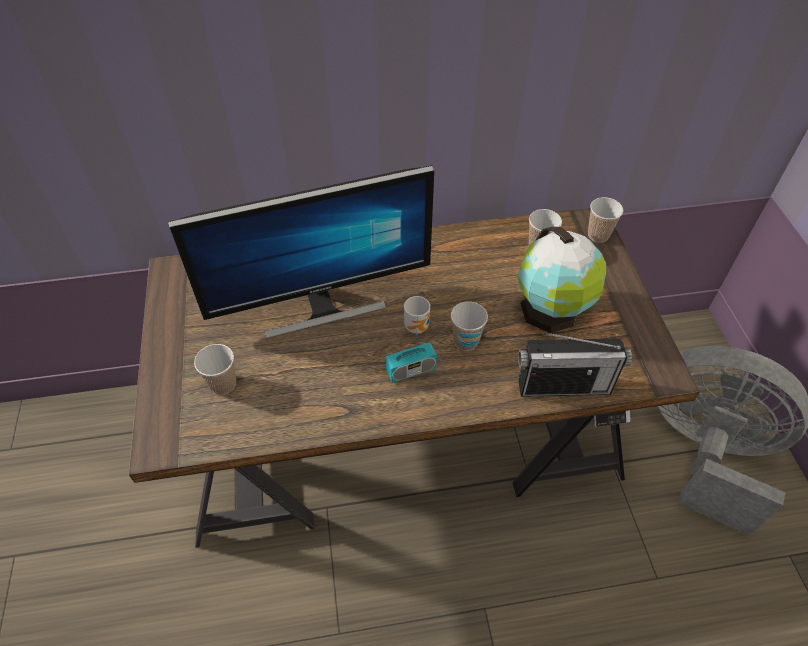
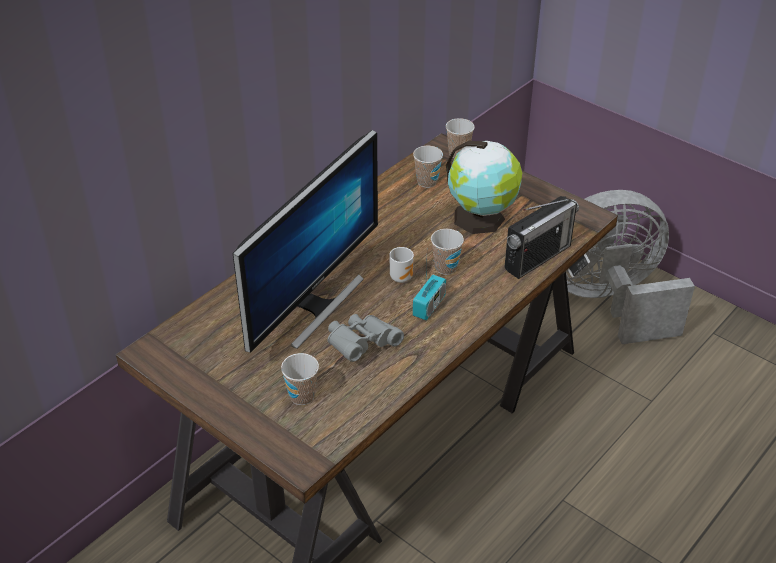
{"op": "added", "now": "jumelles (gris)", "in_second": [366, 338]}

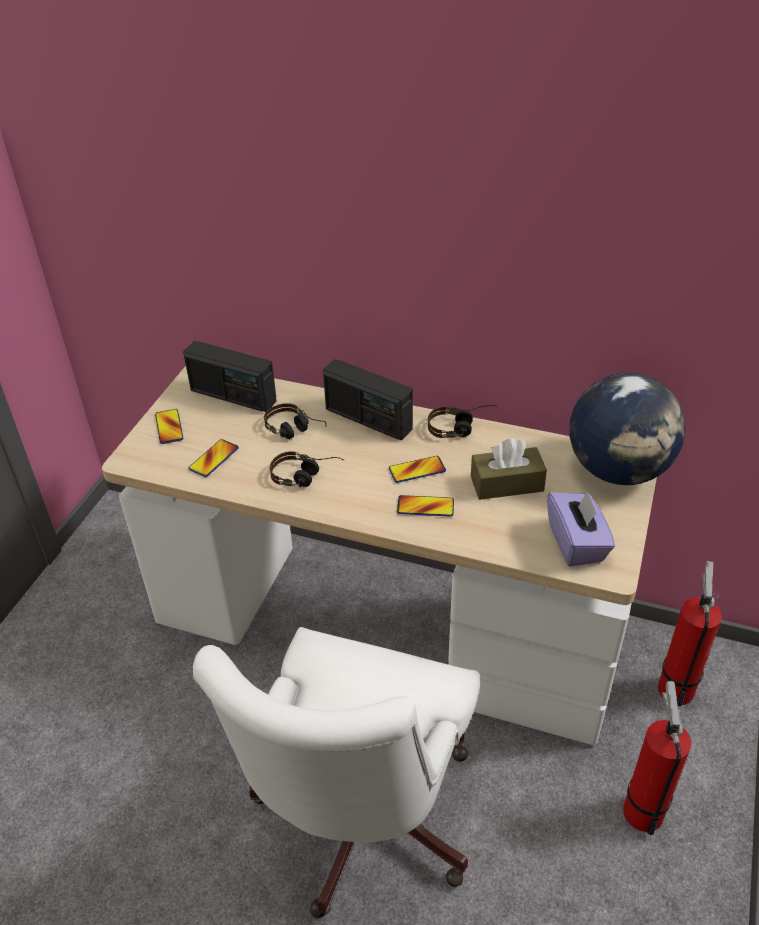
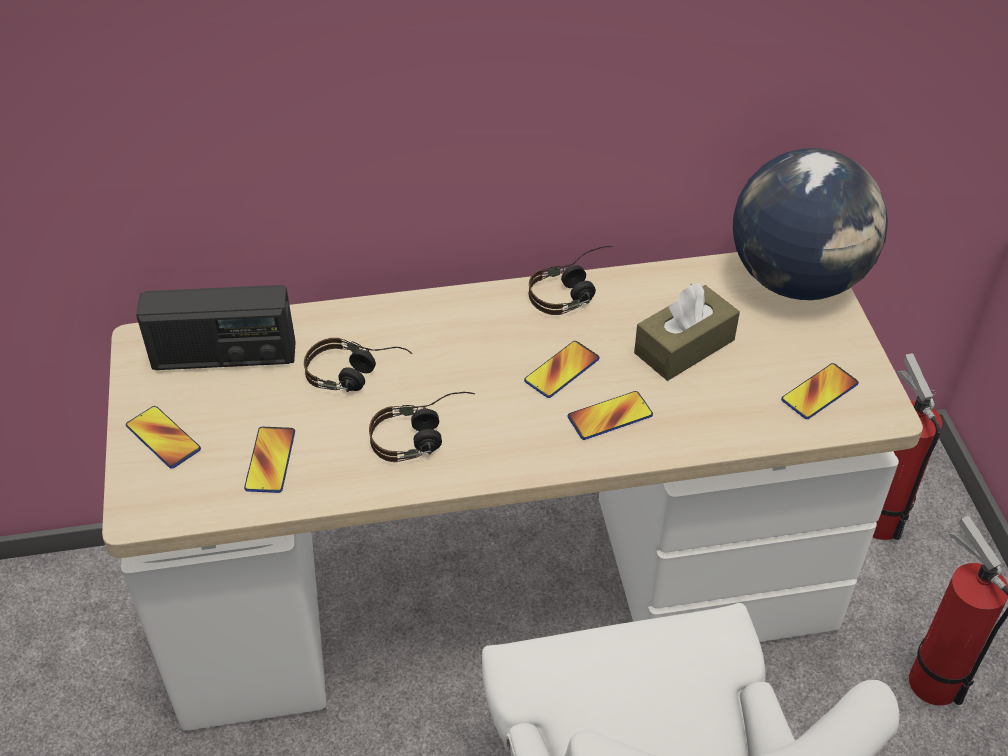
{"op": "removed", "was": "radio", "in_first": [368, 399]}
{"op": "replaced", "was": "boîte à mouchoirs (violet)", "now": "téléphone", "in_first": [581, 528], "in_second": [820, 391]}

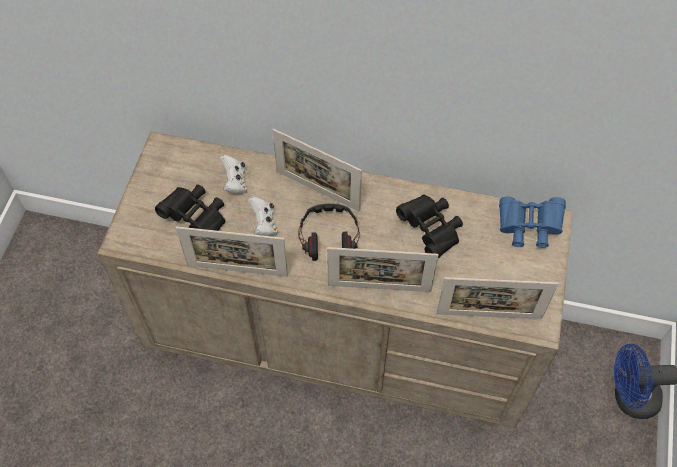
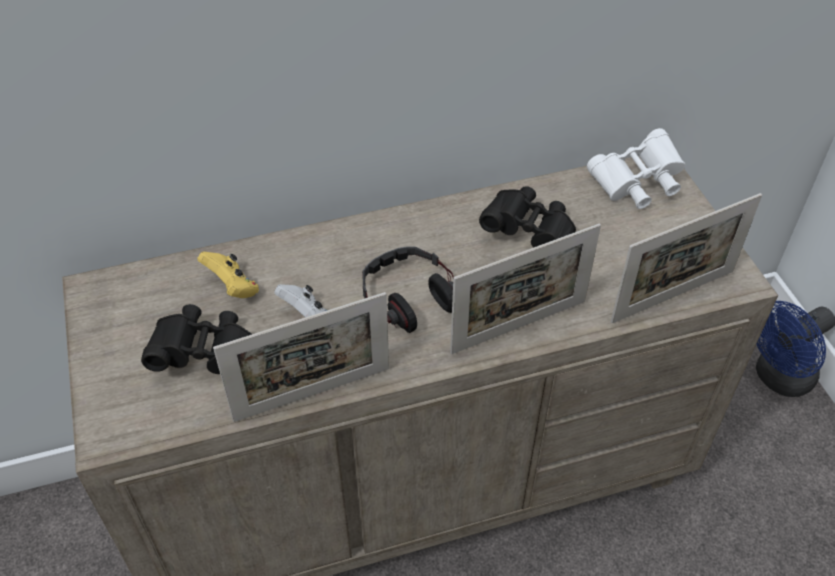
{"op": "removed", "was": "cadre photo", "in_first": [317, 170]}
{"op": "recoloured", "was": "manette (blanc)", "now": "manette (jaune)", "in_first": [234, 174], "in_second": [228, 275]}
{"op": "recoloured", "was": "jumelles (bleu)", "now": "jumelles (blanc)", "in_first": [532, 222], "in_second": [636, 168]}

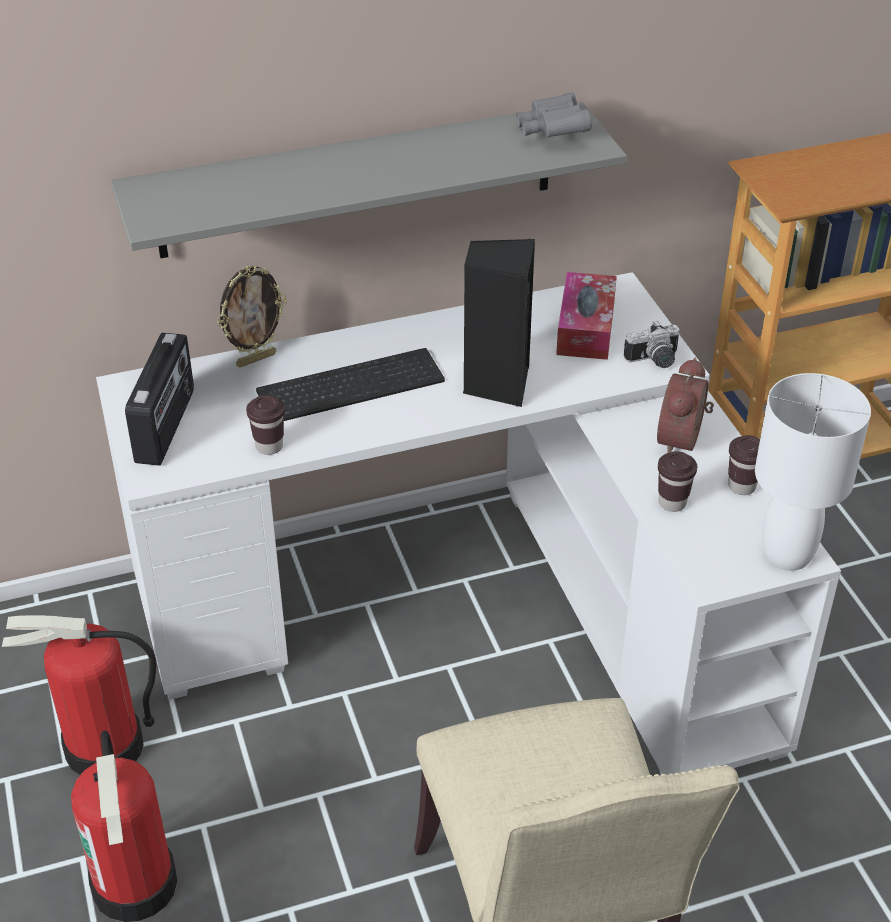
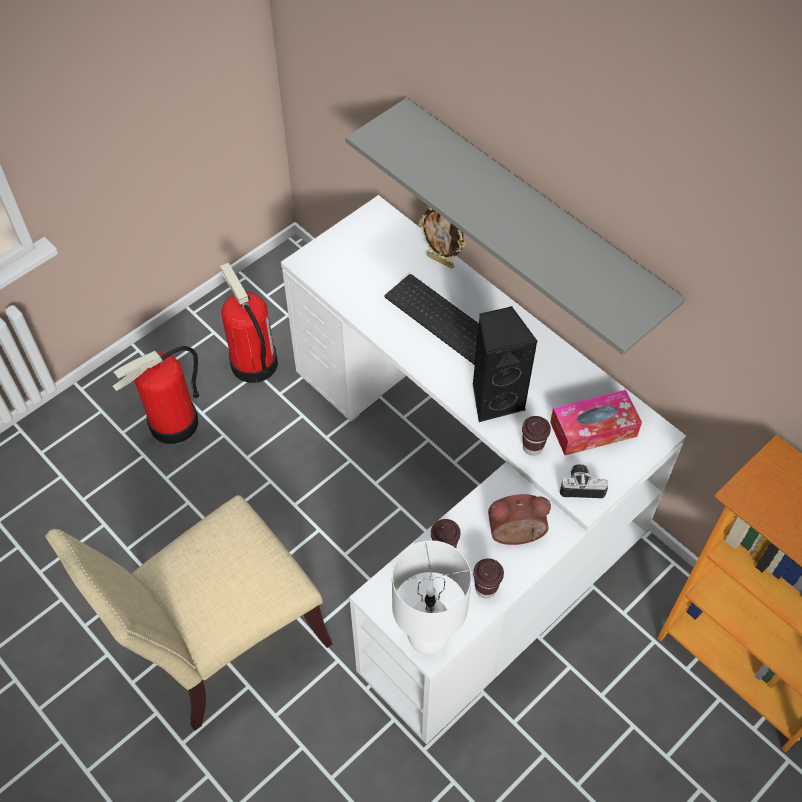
{"op": "removed", "was": "radio", "in_first": [159, 399]}
{"op": "removed", "was": "jumelles (gris)", "in_first": [554, 115]}
{"op": "moved", "was": "tasse (marron)", "in_first": [265, 425], "in_second": [536, 436]}
{"op": "turned", "was": "appareil photo", "in_first": [651, 344], "in_second": [584, 481], "clockwise": 135}

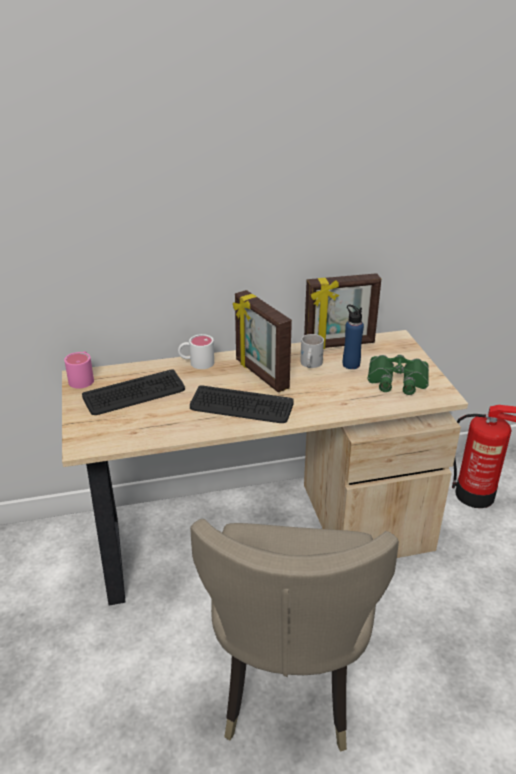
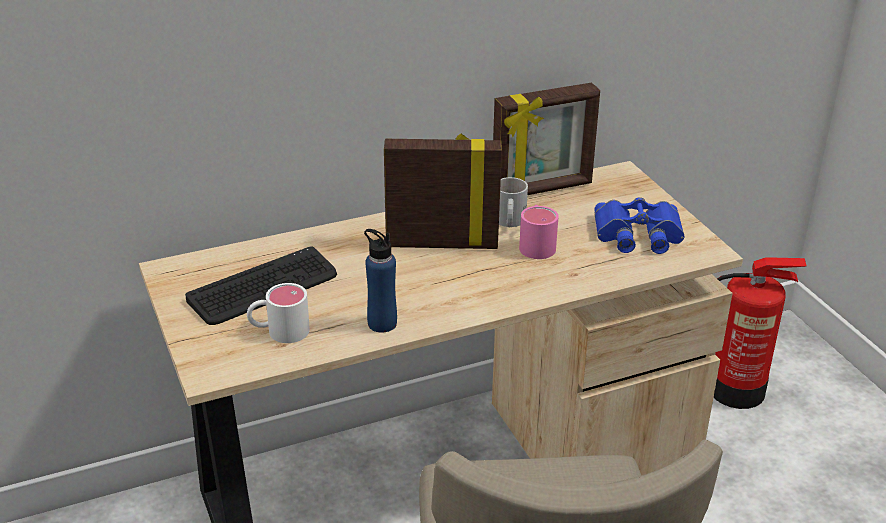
{"op": "removed", "was": "clavier", "in_first": [242, 404]}
{"op": "moved", "was": "mug (rose)", "in_first": [79, 369], "in_second": [539, 232]}
{"op": "moved", "was": "mug (blanc)", "in_first": [196, 351], "in_second": [278, 313]}
{"op": "moved", "was": "bouteille (bleu)", "in_first": [353, 337], "in_second": [380, 281]}
{"op": "recoloured", "was": "jumelles (vert)", "now": "jumelles (bleu)", "in_first": [398, 375], "in_second": [639, 225]}
{"op": "turned", "was": "cadre photo", "in_first": [262, 341], "in_second": [443, 191], "clockwise": 135}

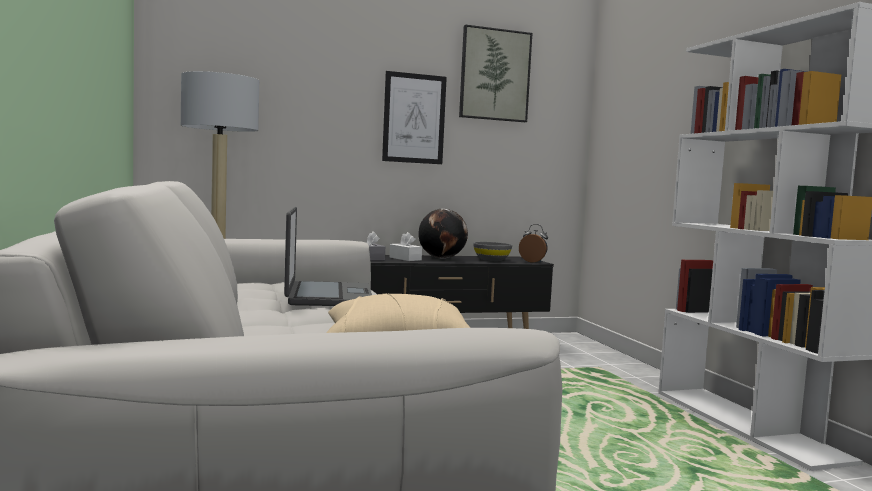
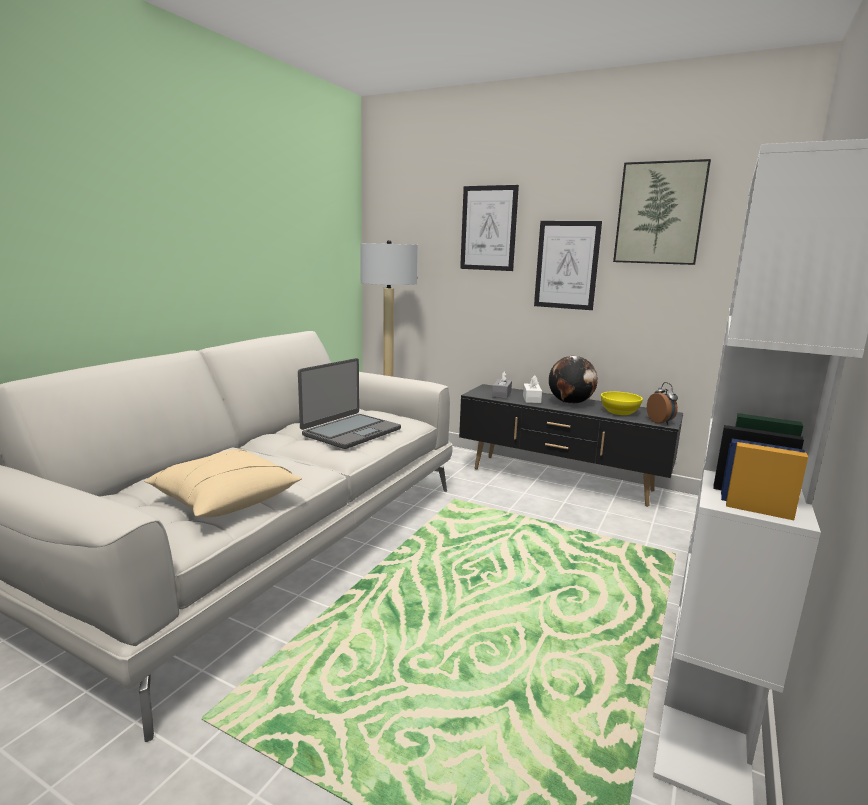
{"op": "added", "now": "tableau", "in_second": [489, 228]}
{"op": "recoloured", "was": "bol (gris)", "now": "bol (jaune)", "in_first": [492, 251], "in_second": [622, 403]}

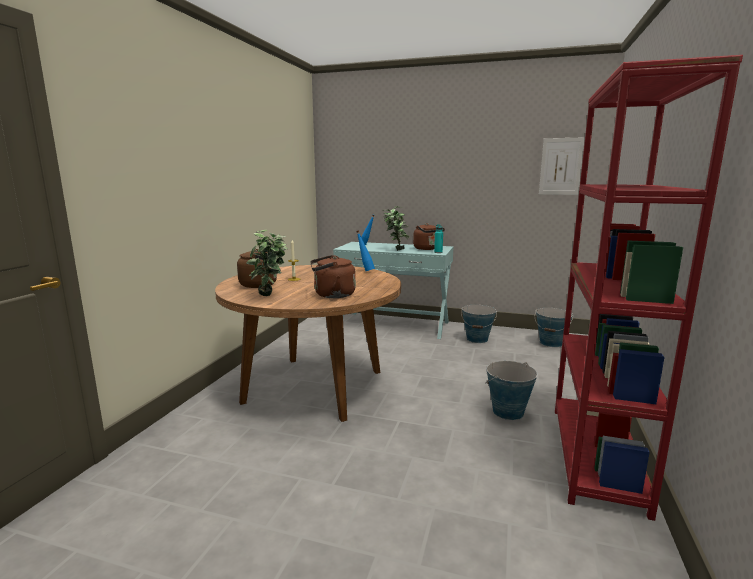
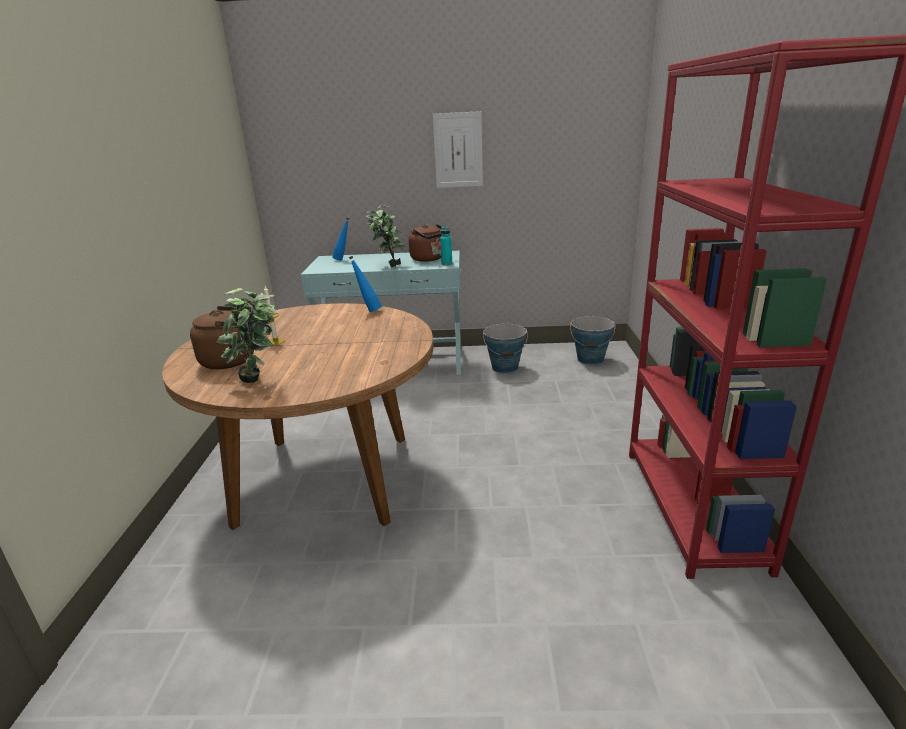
{"op": "removed", "was": "bouilloire (marron)", "in_first": [333, 276]}
{"op": "removed", "was": "seau", "in_first": [511, 390]}
{"op": "moved", "was": "tableau", "in_first": [562, 166], "in_second": [458, 149]}

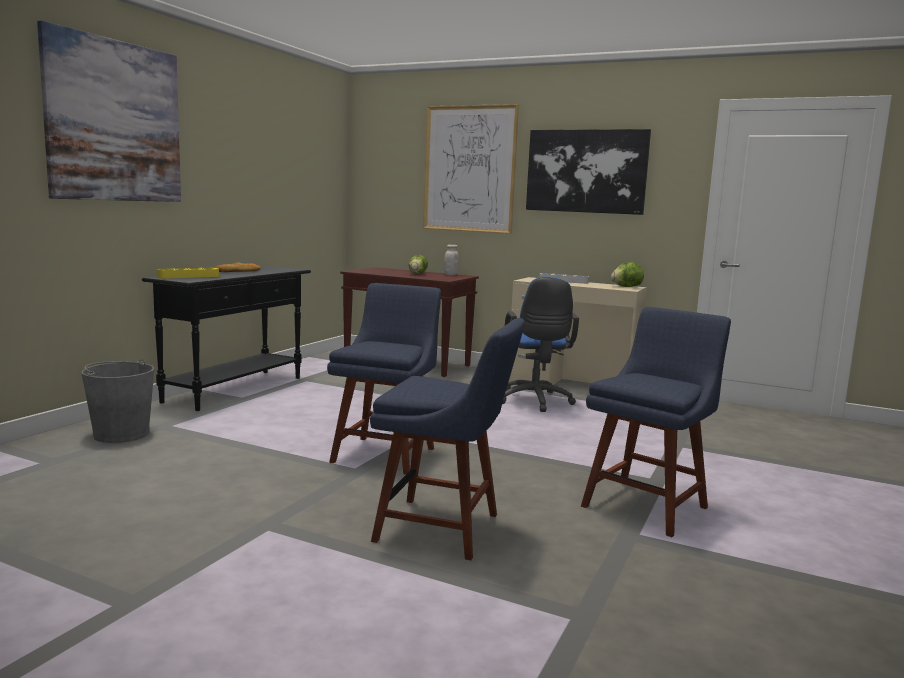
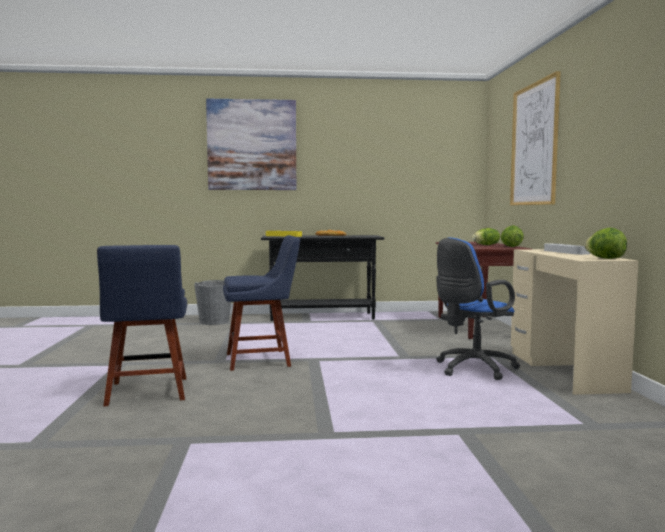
{"op": "removed", "was": "tableau", "in_first": [588, 172]}
{"op": "removed", "was": "chaise (bleu)", "in_first": [656, 422]}
{"op": "replaced", "was": "bocal (blanc)", "now": "laitue", "in_first": [451, 260], "in_second": [512, 236]}

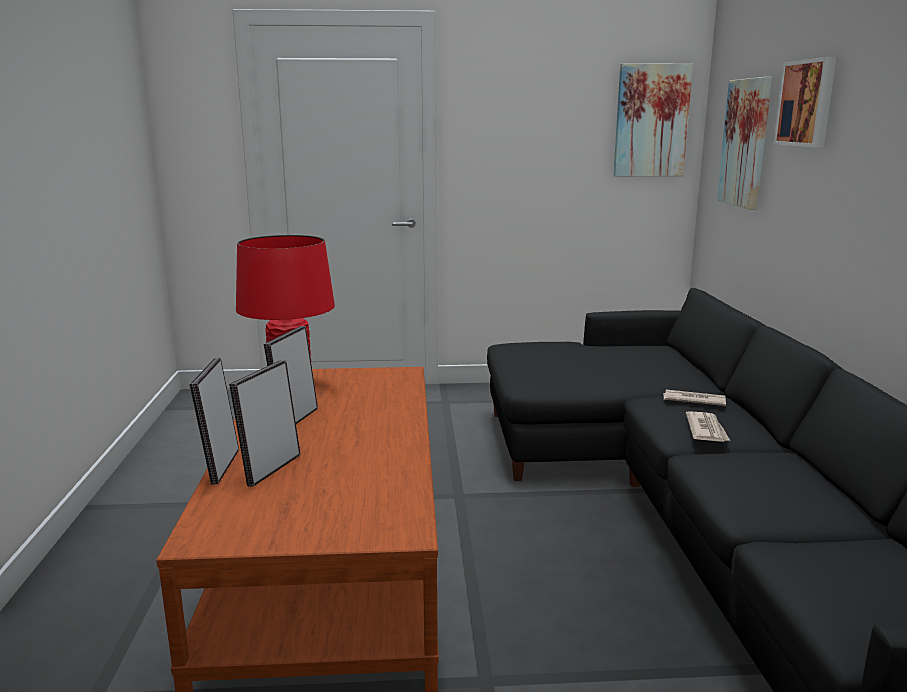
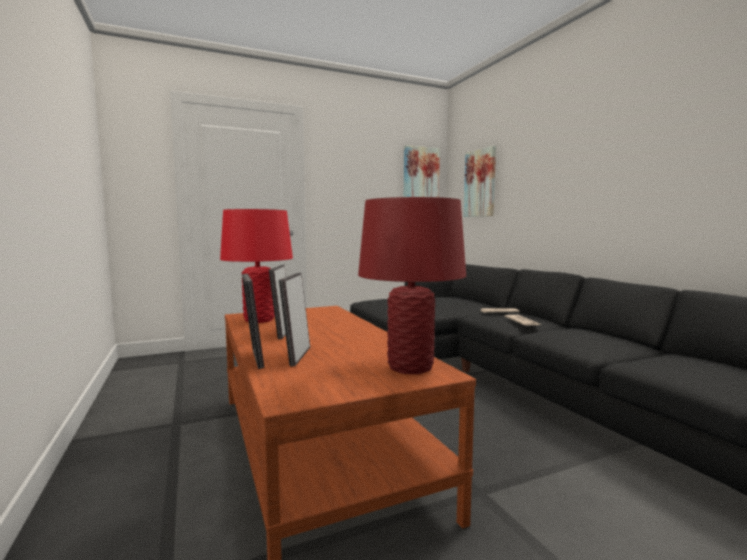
{"op": "removed", "was": "tableau", "in_first": [805, 102]}
{"op": "added", "now": "lampe de table (rouge)", "in_second": [412, 285]}

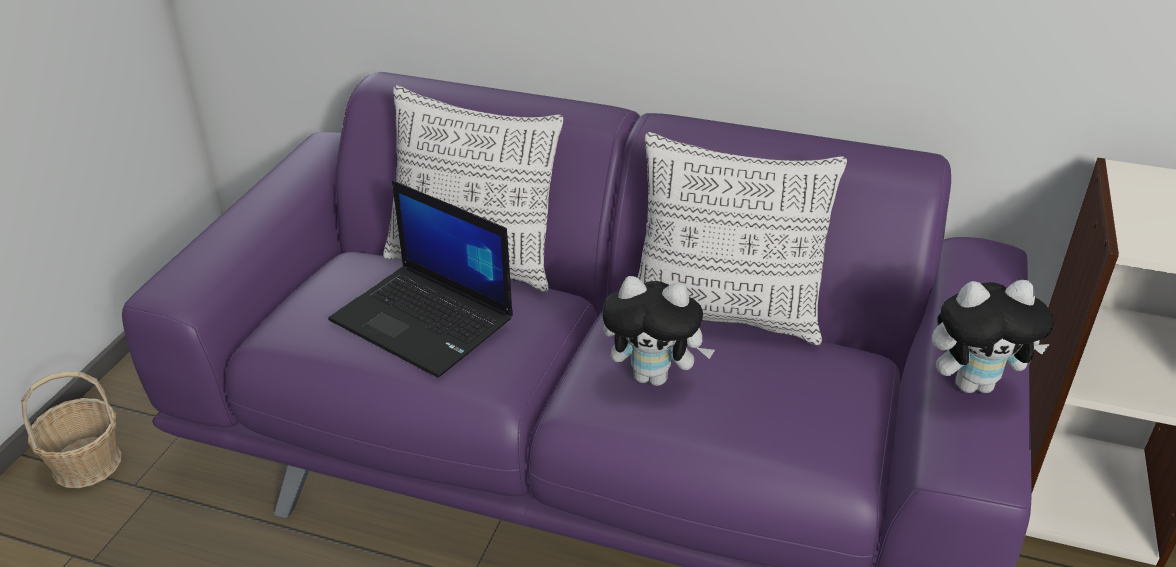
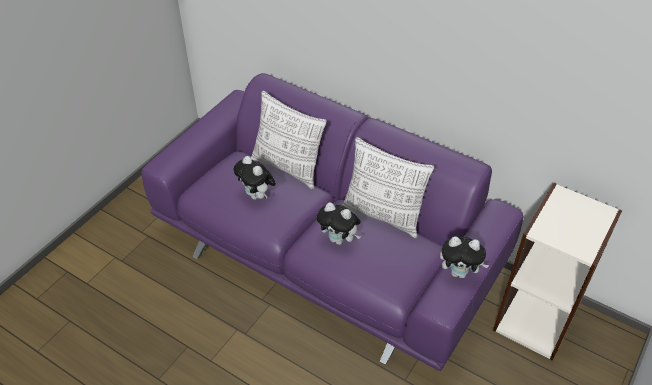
{"op": "removed", "was": "panier", "in_first": [71, 429]}
{"op": "replaced", "was": "ordinateur portable", "now": "peluche", "in_first": [420, 279], "in_second": [254, 178]}

